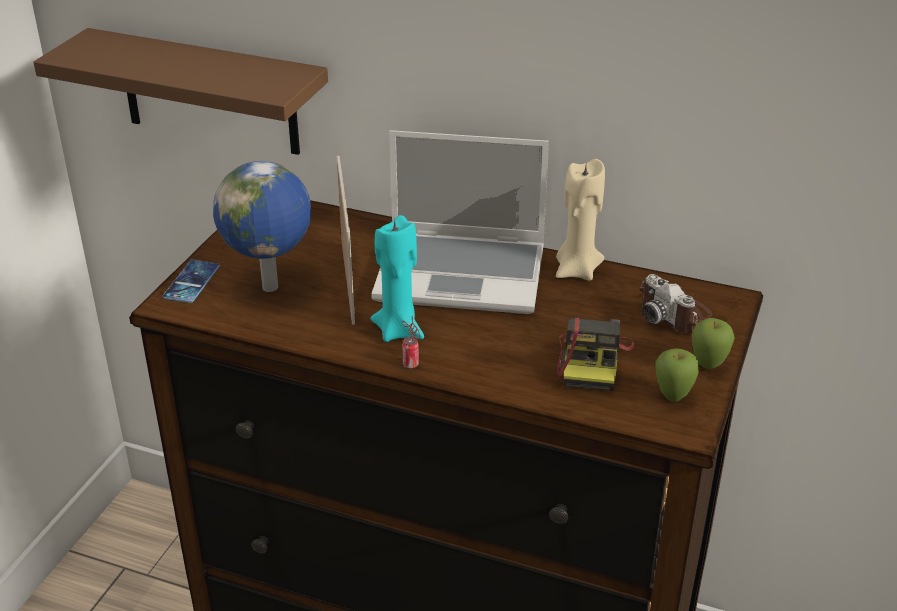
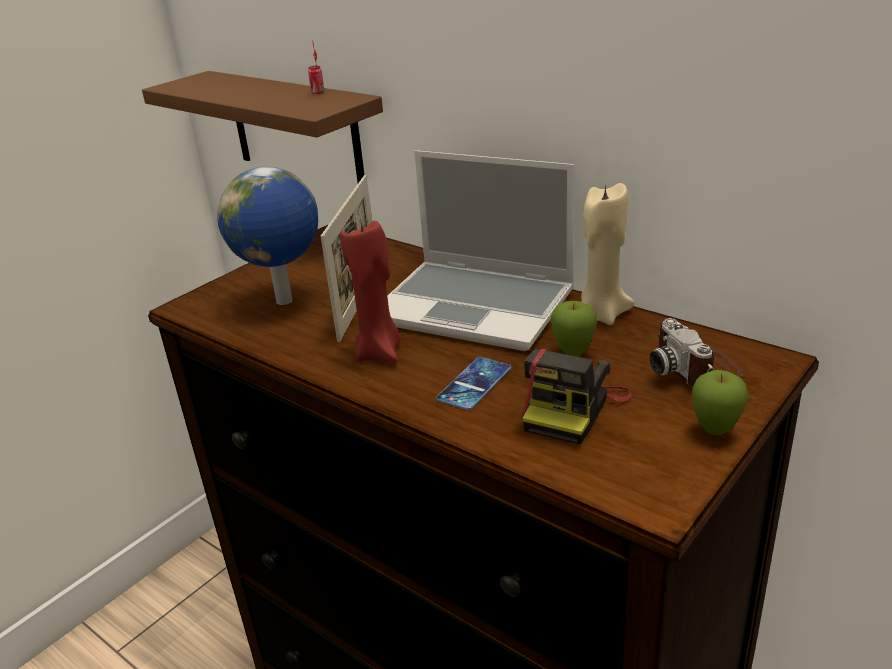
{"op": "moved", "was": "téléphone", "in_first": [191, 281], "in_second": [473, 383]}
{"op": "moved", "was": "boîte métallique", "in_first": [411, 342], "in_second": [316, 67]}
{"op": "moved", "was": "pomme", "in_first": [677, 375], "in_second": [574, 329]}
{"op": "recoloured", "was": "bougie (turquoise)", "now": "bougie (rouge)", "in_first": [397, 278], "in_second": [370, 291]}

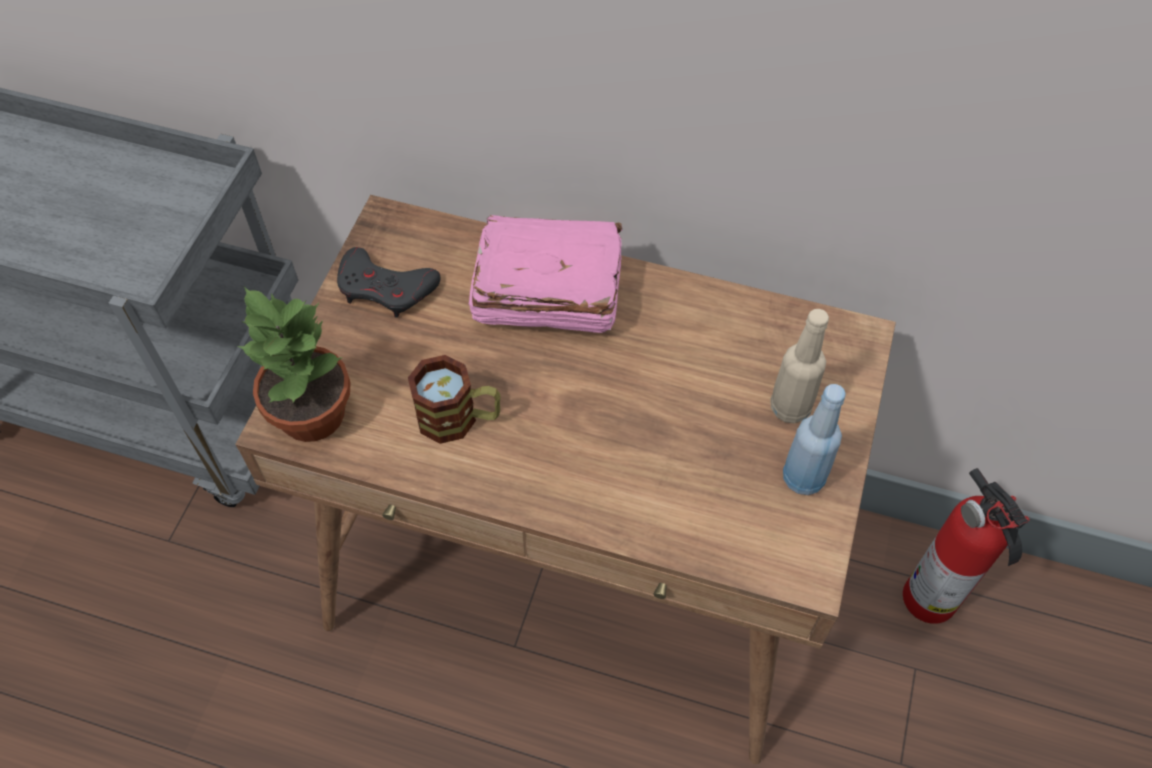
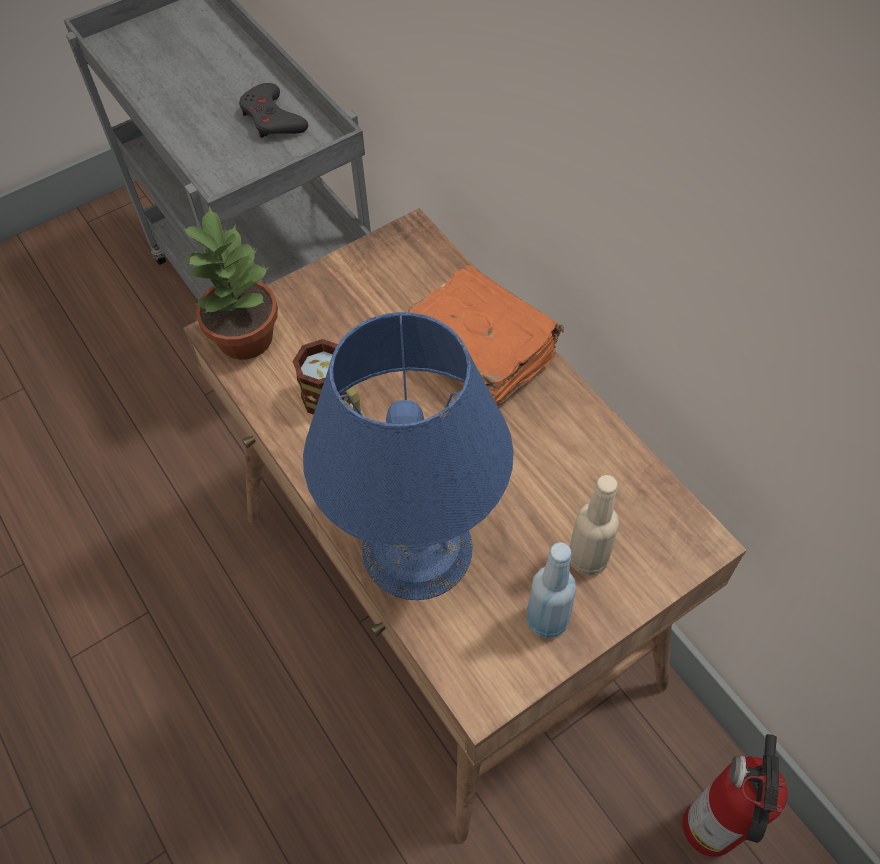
{"op": "added", "now": "lampe de table (bleu)", "in_second": [408, 456]}
{"op": "moved", "was": "manette (gris)", "in_first": [388, 282], "in_second": [273, 110]}
{"op": "recoloured", "was": "livre (rose)", "now": "livre (orange)", "in_first": [545, 274], "in_second": [486, 335]}

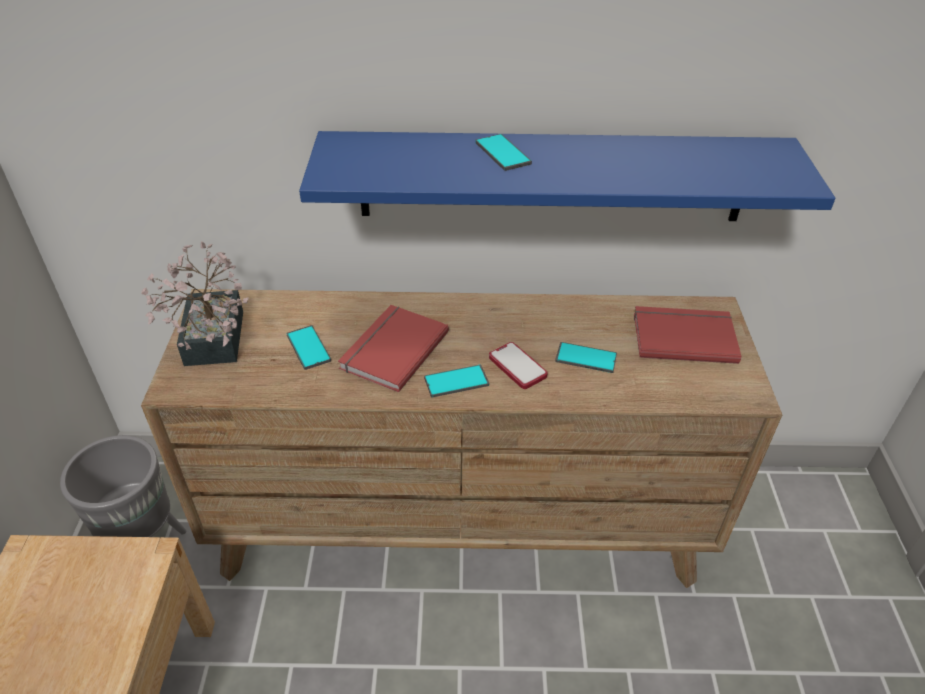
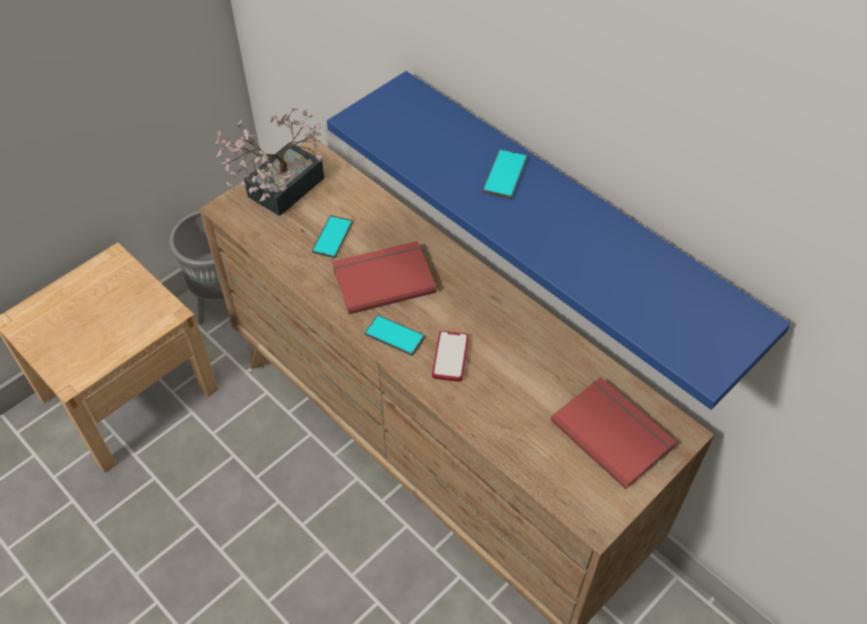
{"op": "removed", "was": "téléphone", "in_first": [586, 357]}

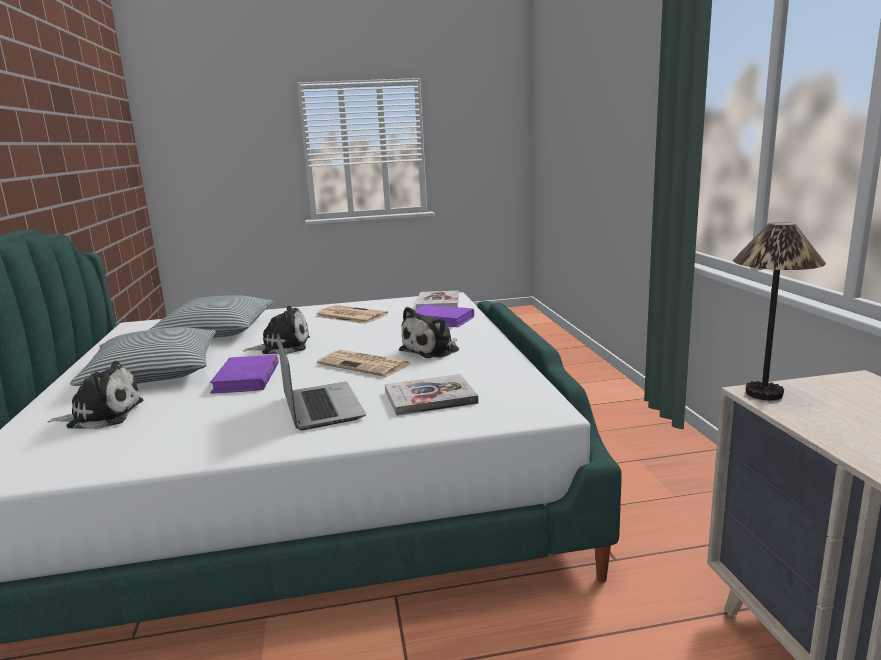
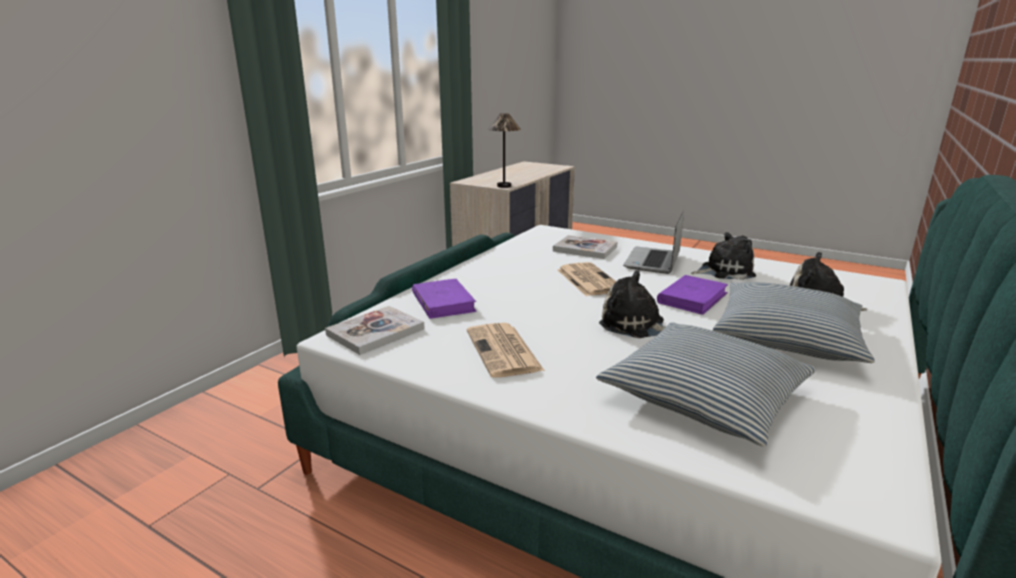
{"op": "moved", "was": "peluche", "in_first": [429, 332], "in_second": [723, 256]}

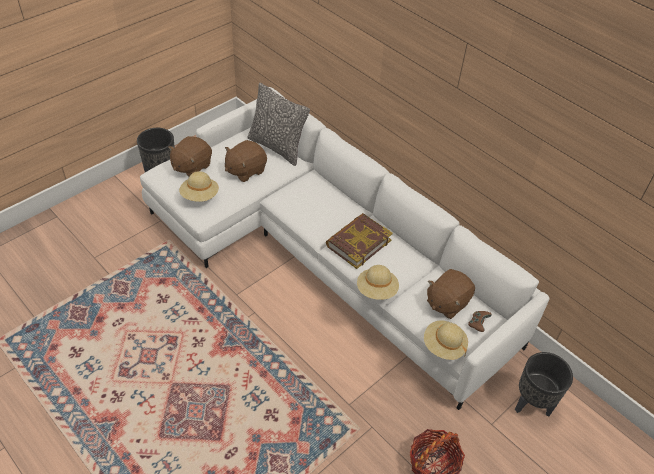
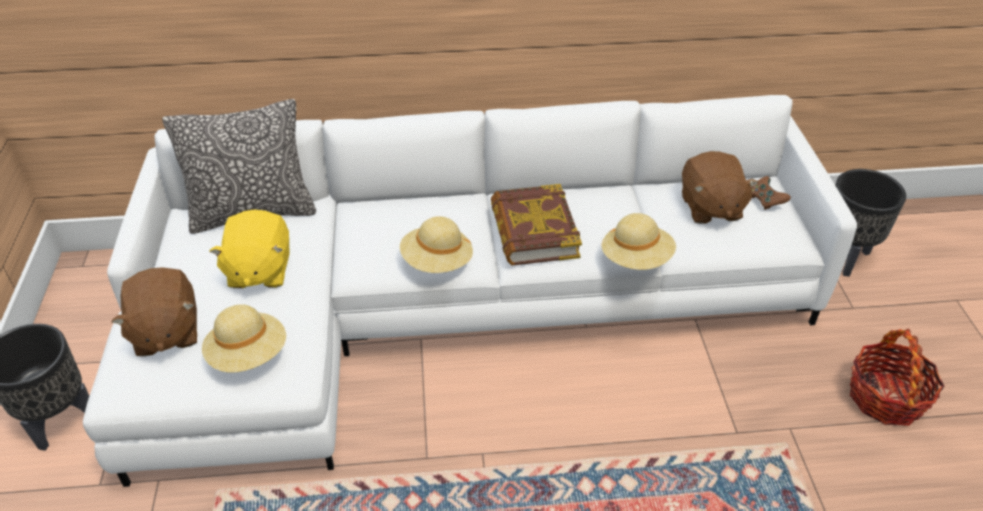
{"op": "moved", "was": "chapeau (beige)", "in_first": [446, 340], "in_second": [436, 244]}
{"op": "recoloured", "was": "peluche (marron)", "now": "peluche (jaune)", "in_first": [246, 161], "in_second": [249, 248]}

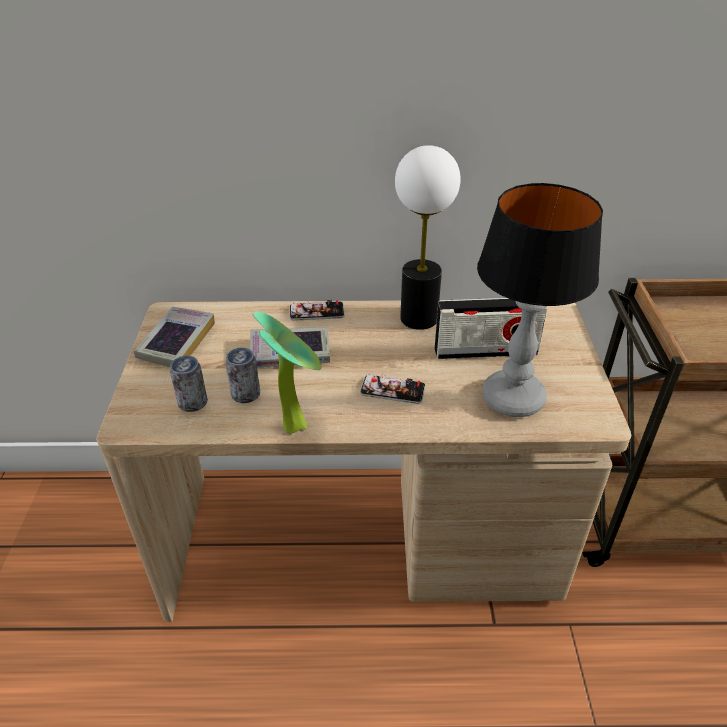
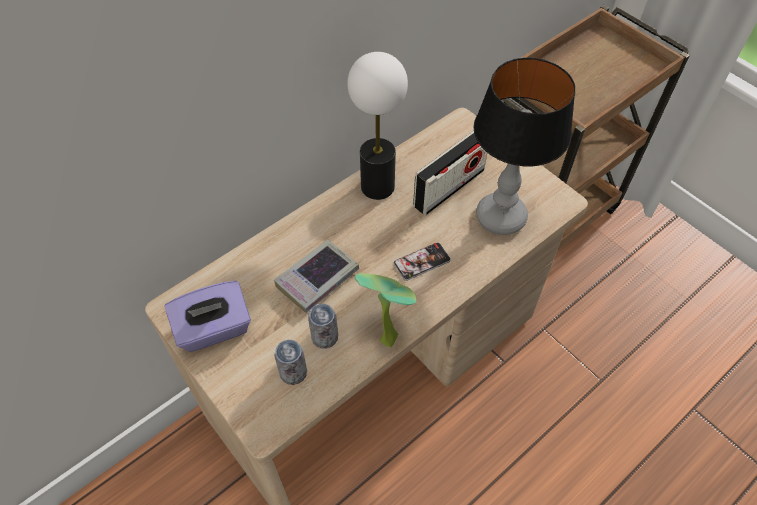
{"op": "removed", "was": "téléphone", "in_first": [317, 310]}
{"op": "replaced", "was": "livre", "now": "boîte à mouchoirs (violet)", "in_first": [174, 337], "in_second": [207, 316]}

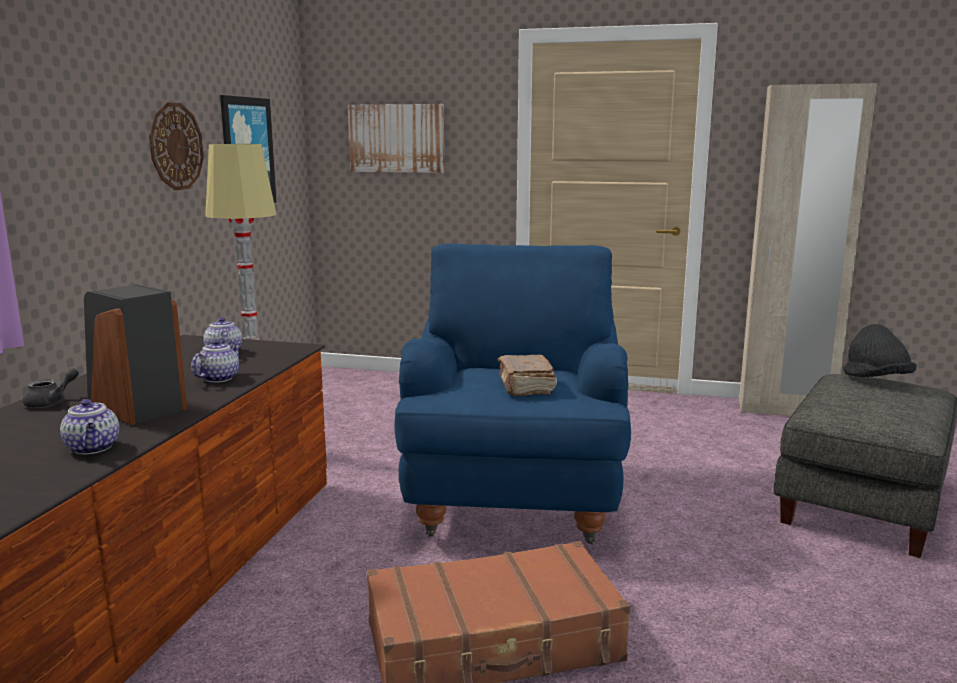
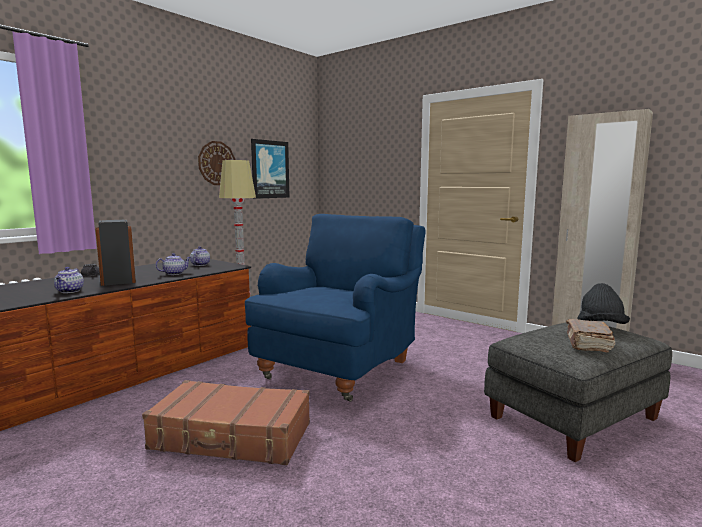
{"op": "removed", "was": "tableau", "in_first": [396, 138]}
{"op": "moved", "was": "livre (marron)", "in_first": [527, 375], "in_second": [590, 336]}

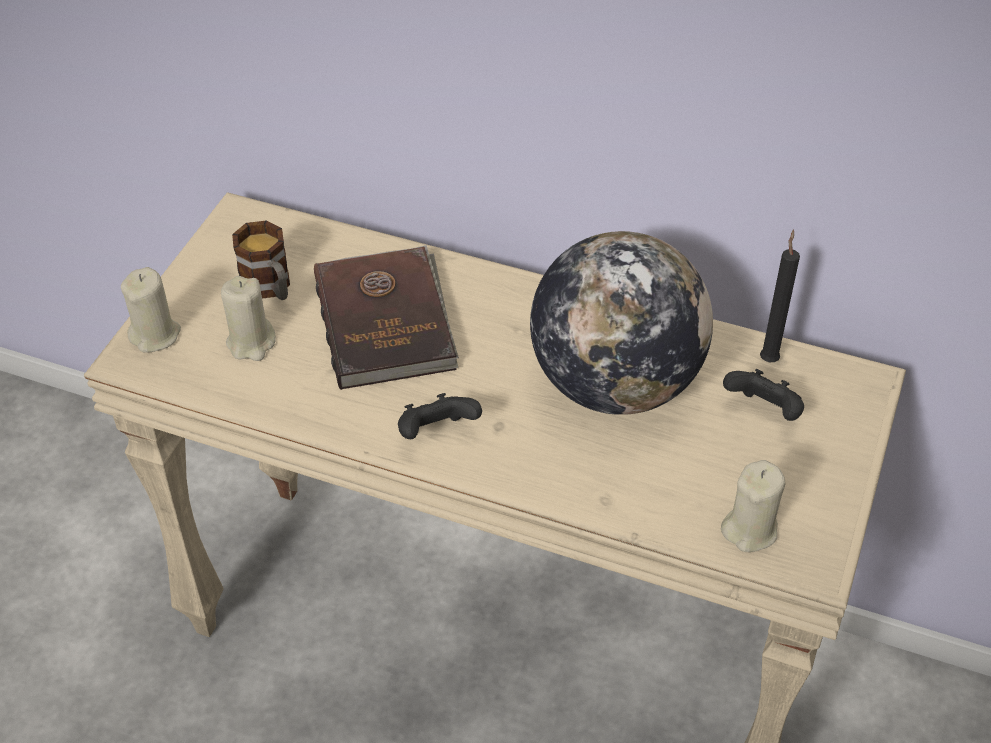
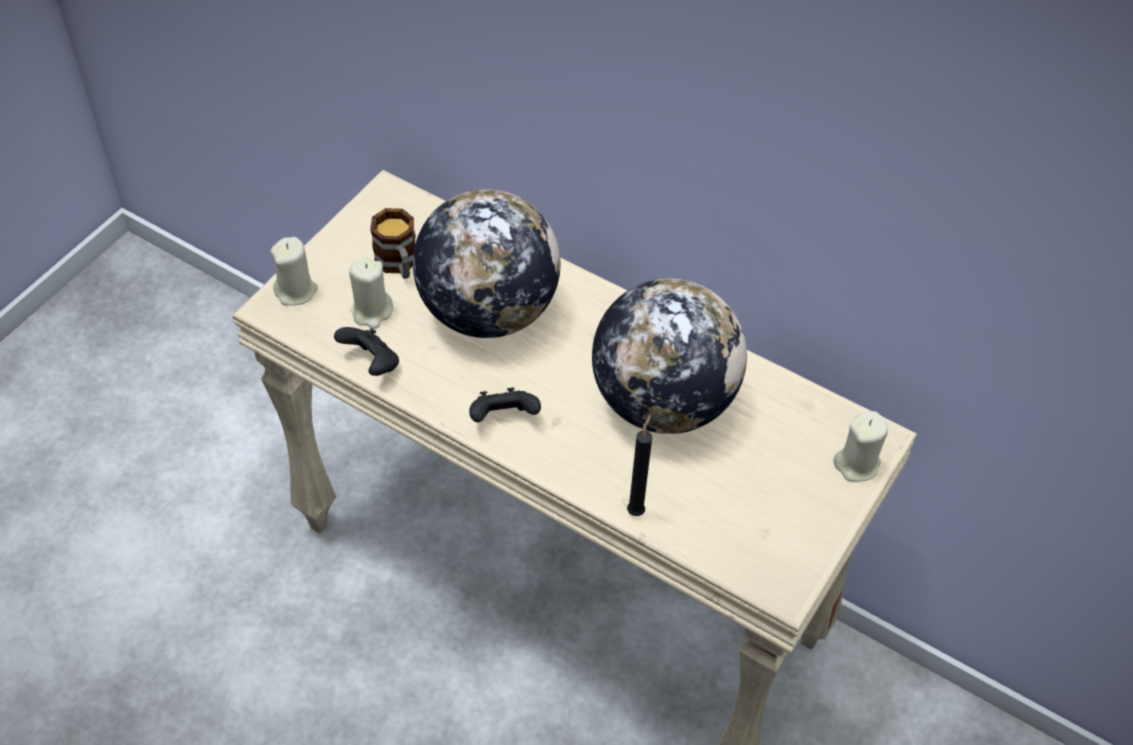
{"op": "moved", "was": "bougie (beige)", "in_first": [753, 506], "in_second": [861, 446]}
{"op": "moved", "was": "manette (noir)", "in_first": [763, 395], "in_second": [366, 351]}
{"op": "moved", "was": "bougie (noir)", "in_first": [780, 296], "in_second": [639, 465]}
{"op": "replaced", "was": "livre (marron)", "now": "globe", "in_first": [386, 317], "in_second": [486, 263]}

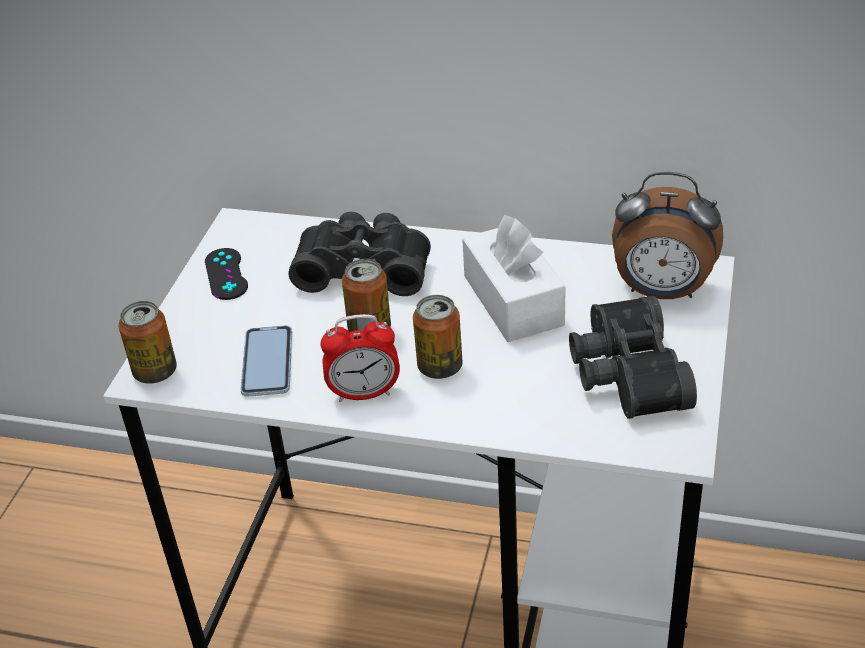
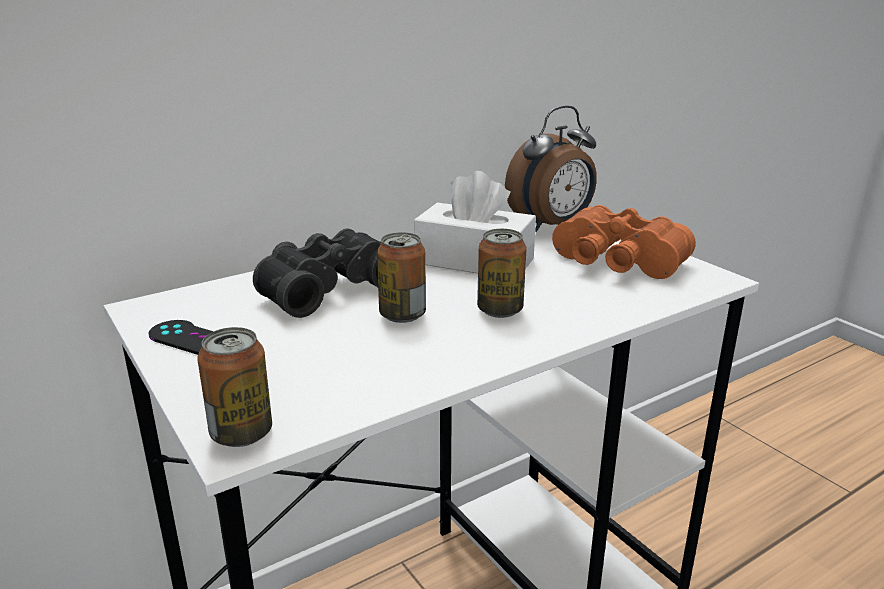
{"op": "removed", "was": "téléphone", "in_first": [266, 361]}
{"op": "removed", "was": "réveil", "in_first": [360, 358]}
{"op": "recoloured", "was": "jumelles (noir)", "now": "jumelles (orange)", "in_first": [633, 357], "in_second": [624, 242]}

